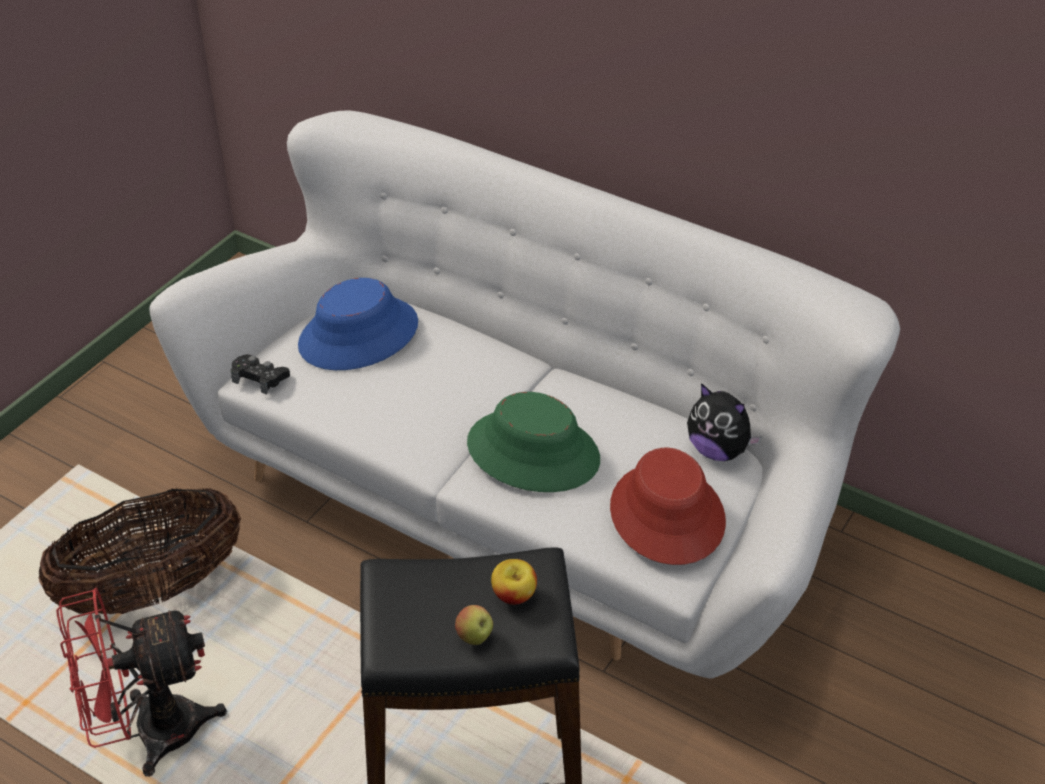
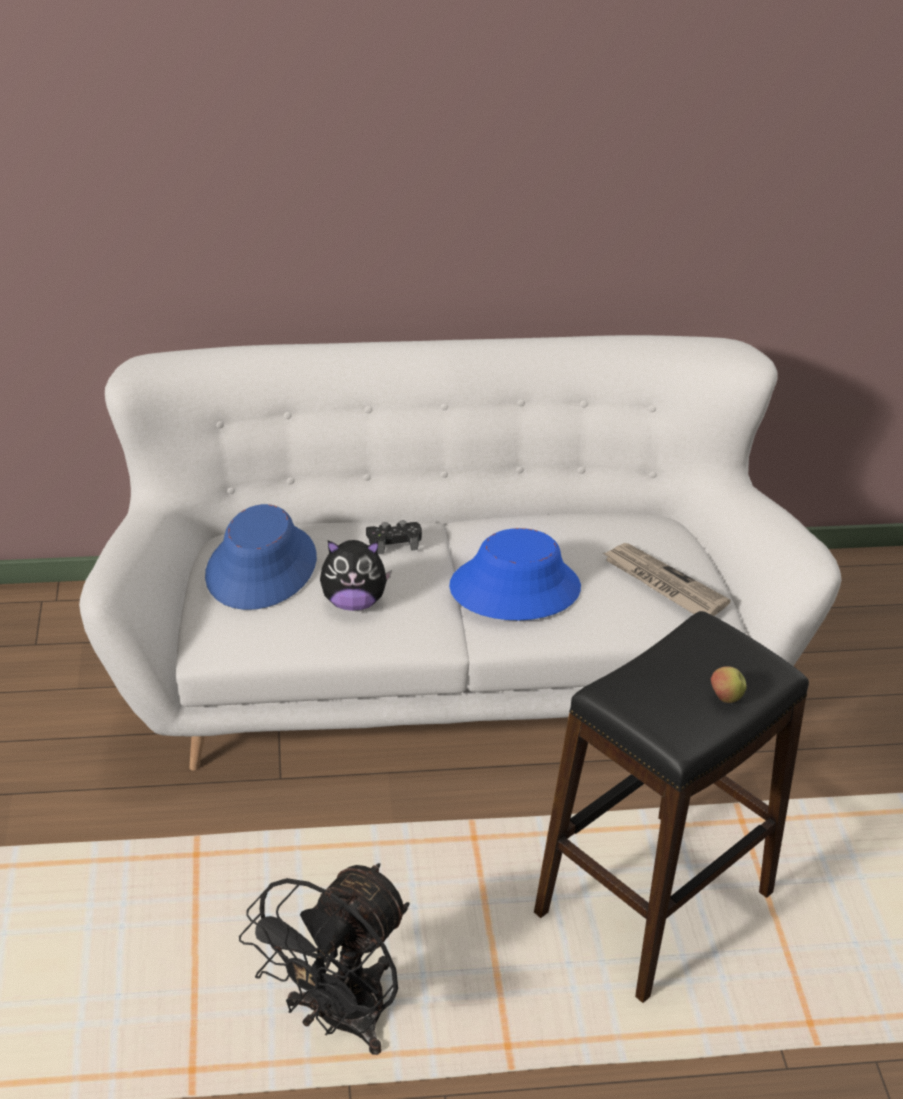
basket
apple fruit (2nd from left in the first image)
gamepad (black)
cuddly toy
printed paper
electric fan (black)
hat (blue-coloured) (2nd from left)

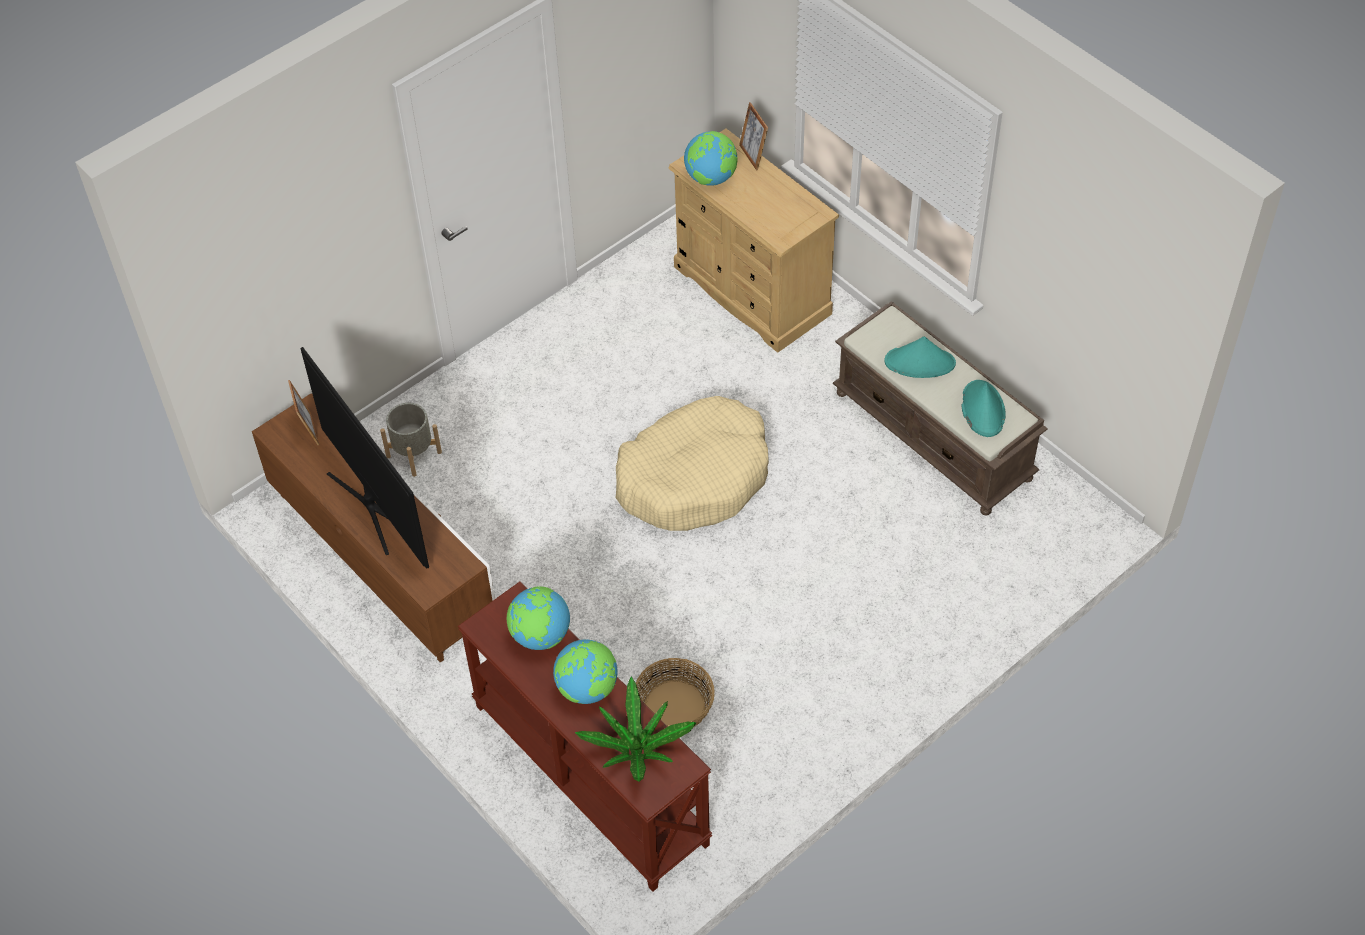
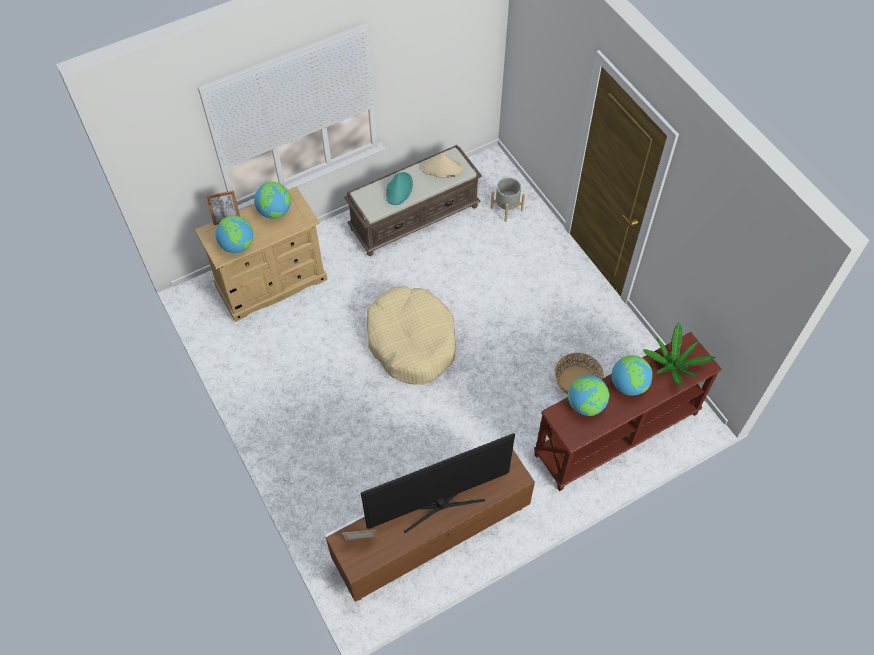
globe (2nd from left)
plant pot (greyish)
hat (sand-coloured)

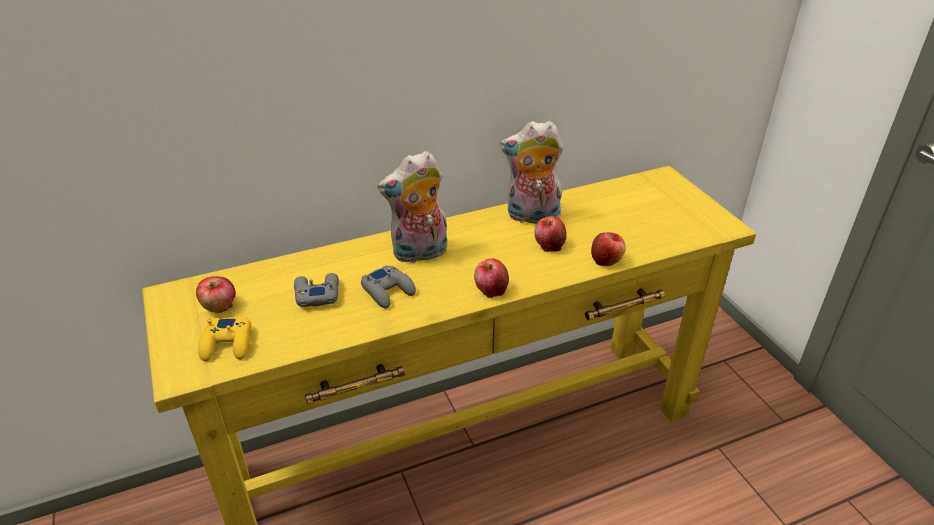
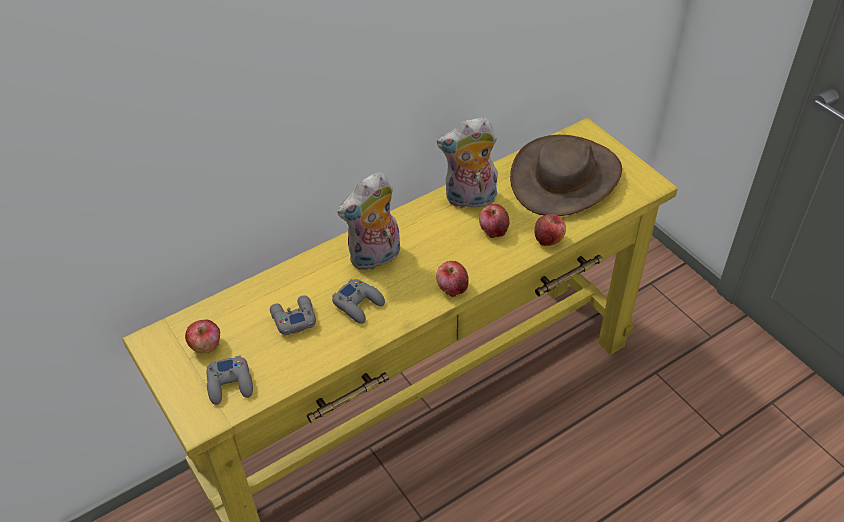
hat (brownish)
gamepad (greyish) (1st from left)

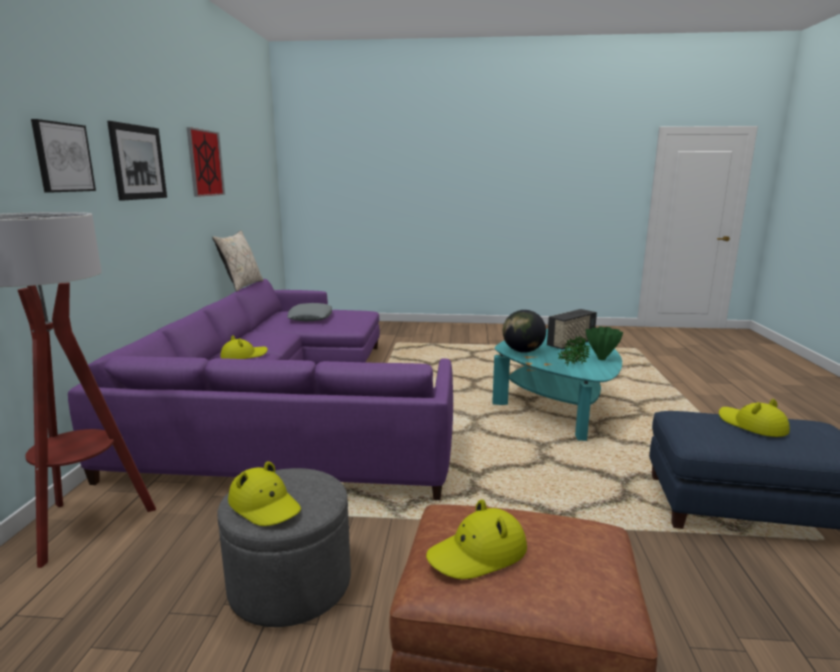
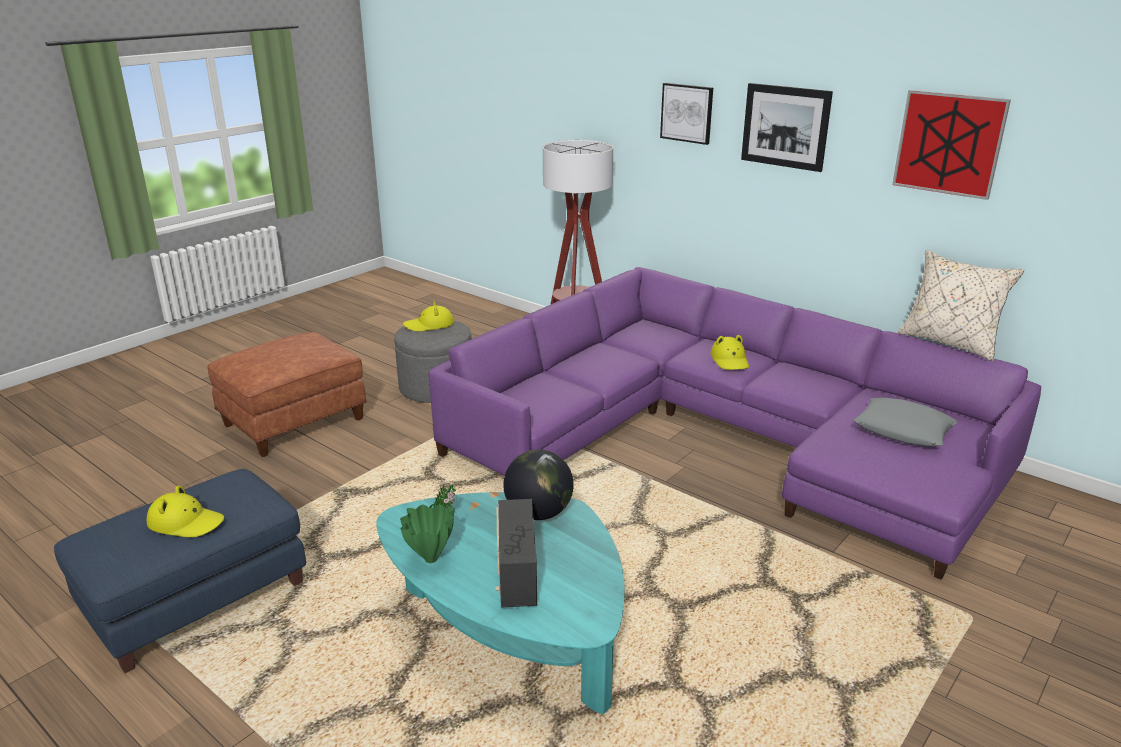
hat (yellow-coloured) (3rd from left in the first image)

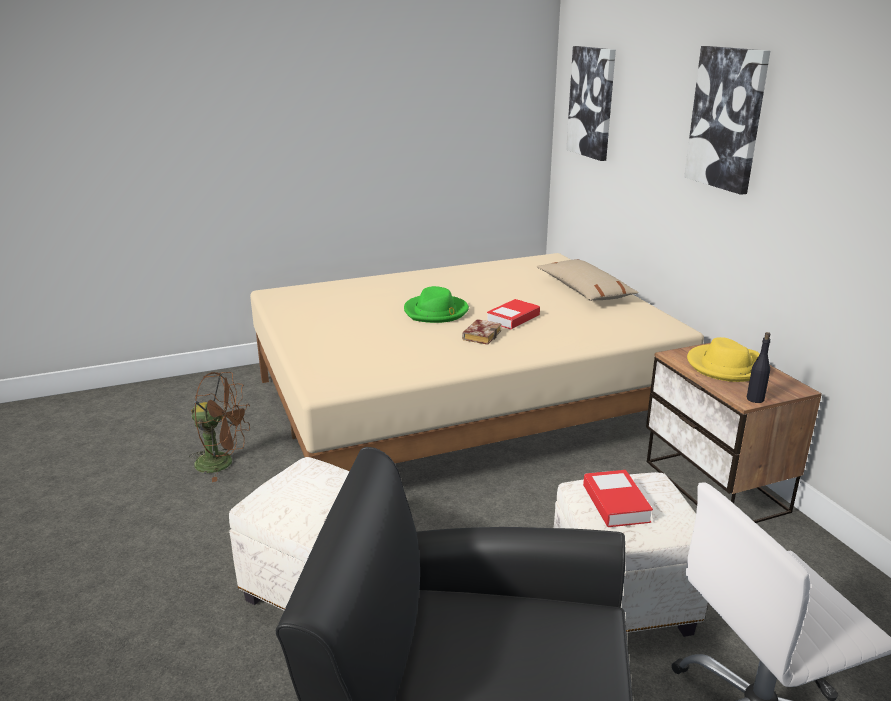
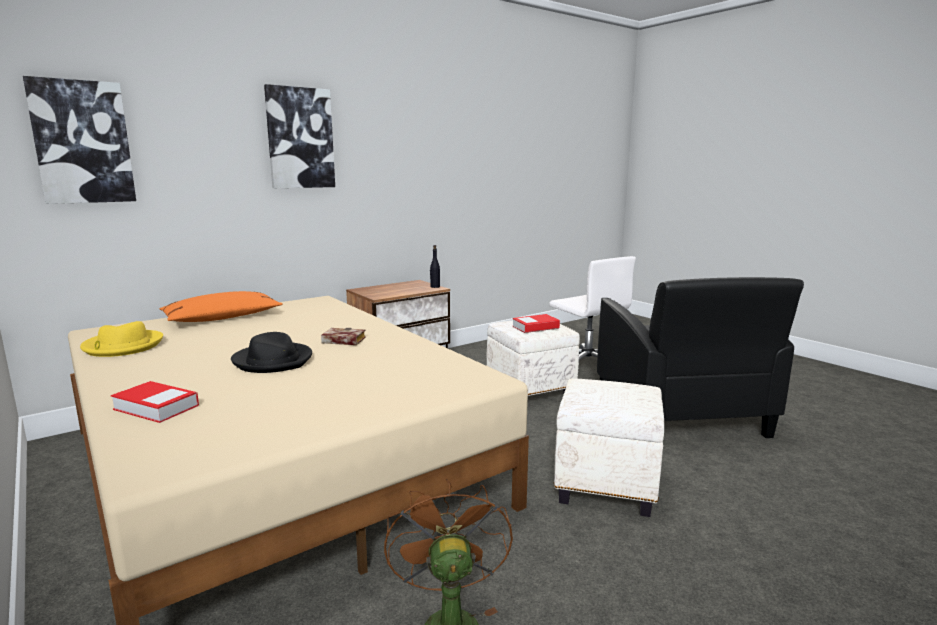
bound book (1st from left)
hat (yellow-coloured)
hat (black)
throw pillow (orange)

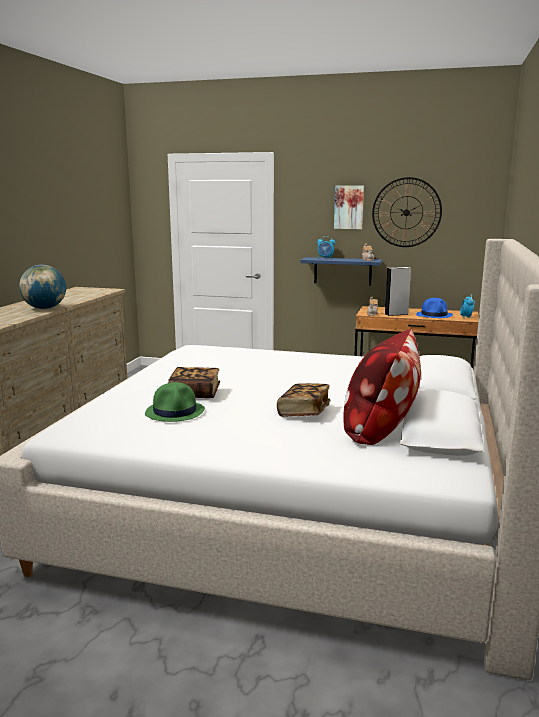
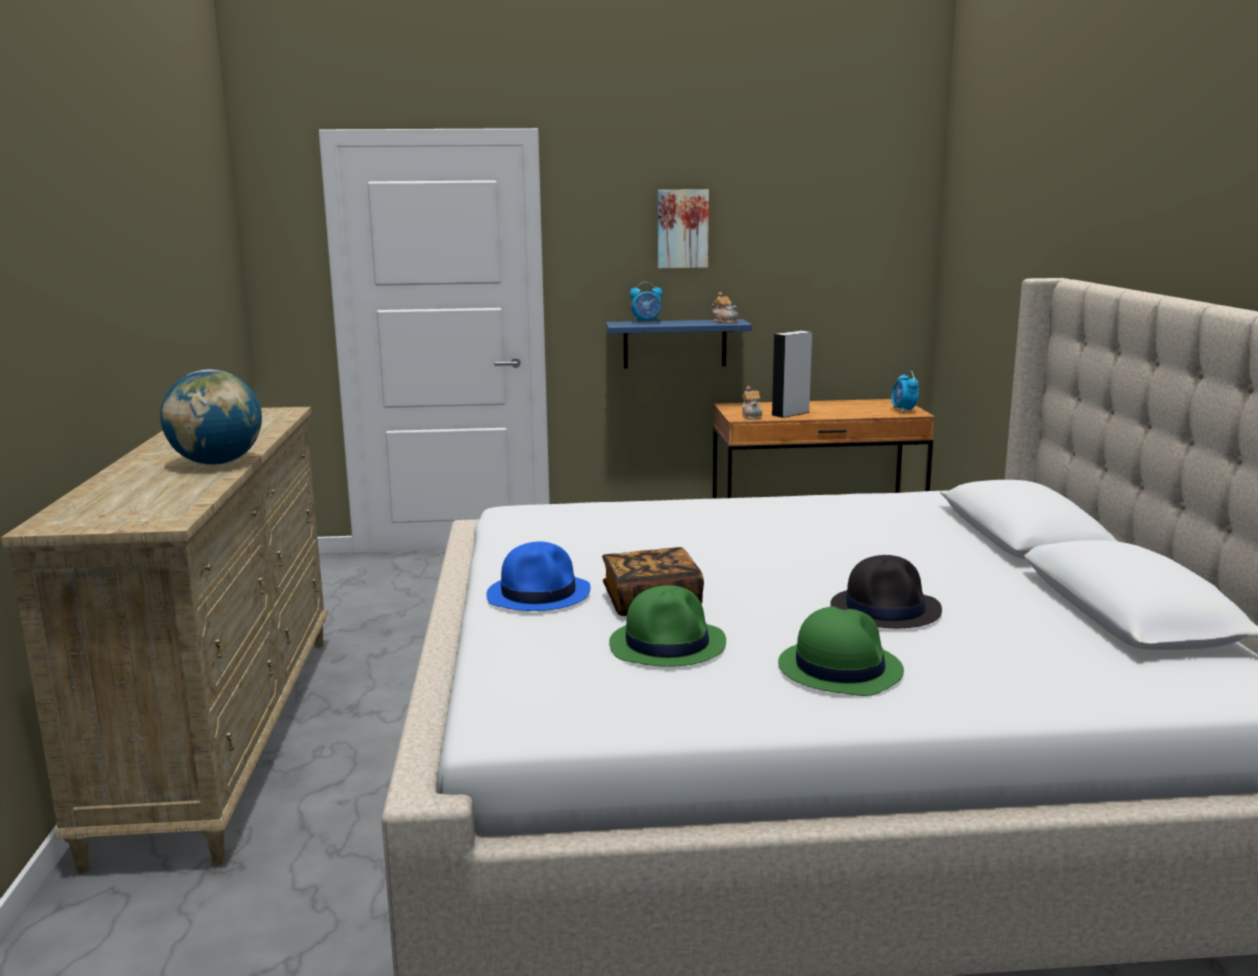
throw pillow
hanging clock
hat (green) (2nd from left)
hat (blue-coloured)
hat (black)

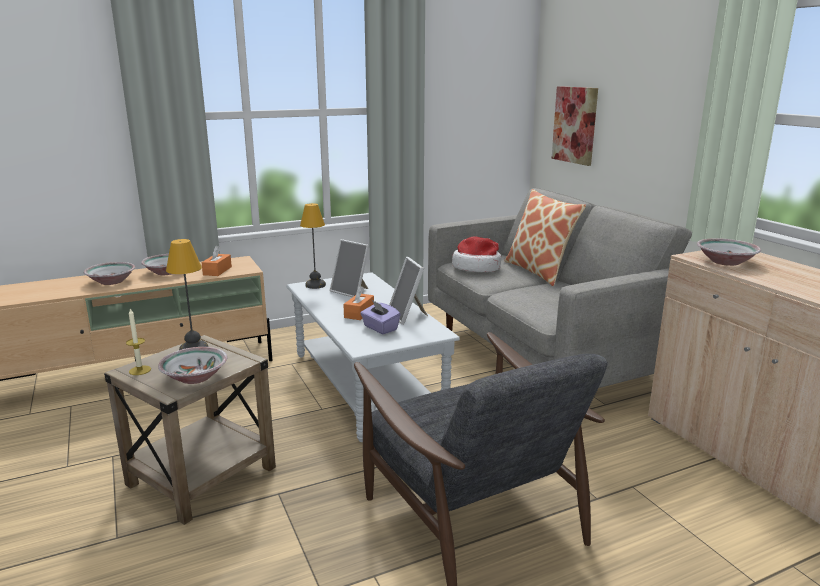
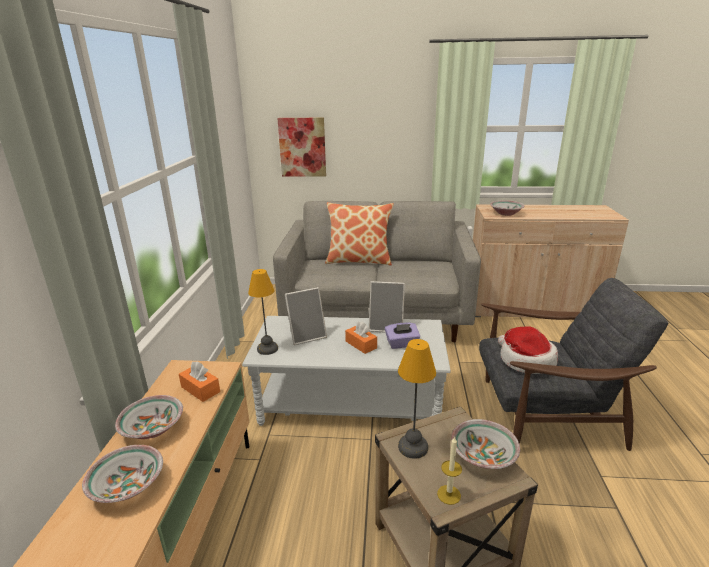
hat

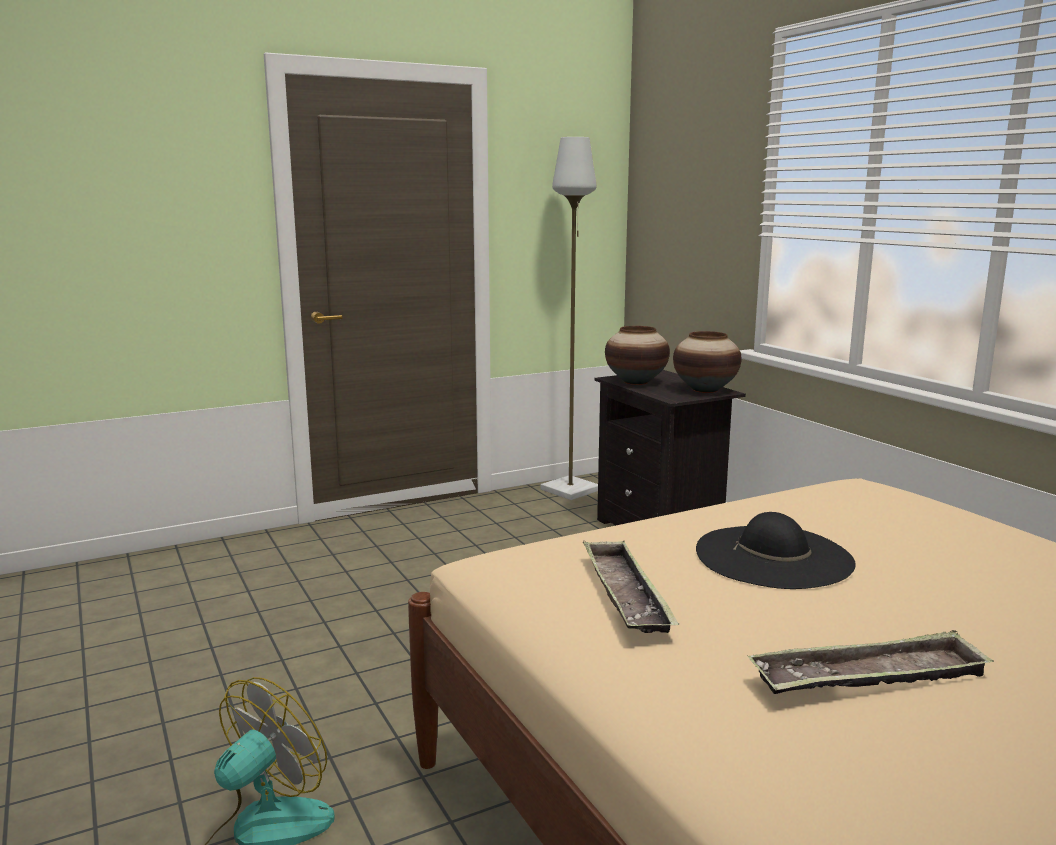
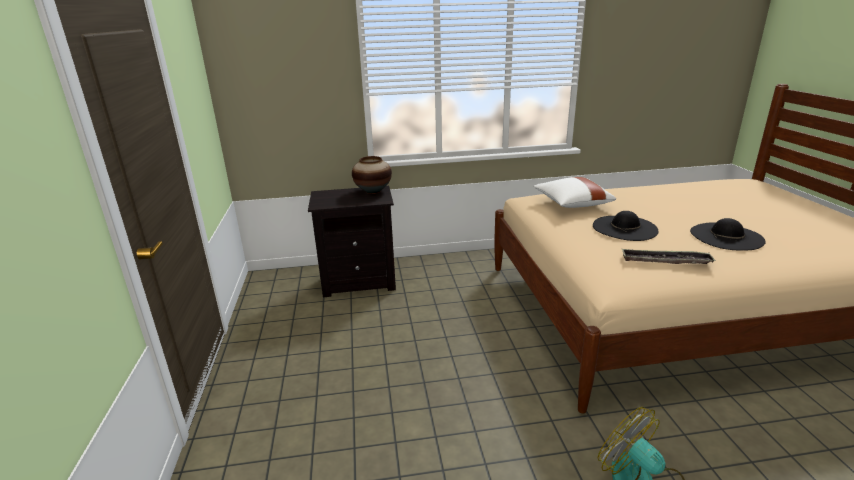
standing lamp (greyish)
decorative vase (1st from left in the first image)
throw pillow (whitish)
hat (black) (2nd from left)

